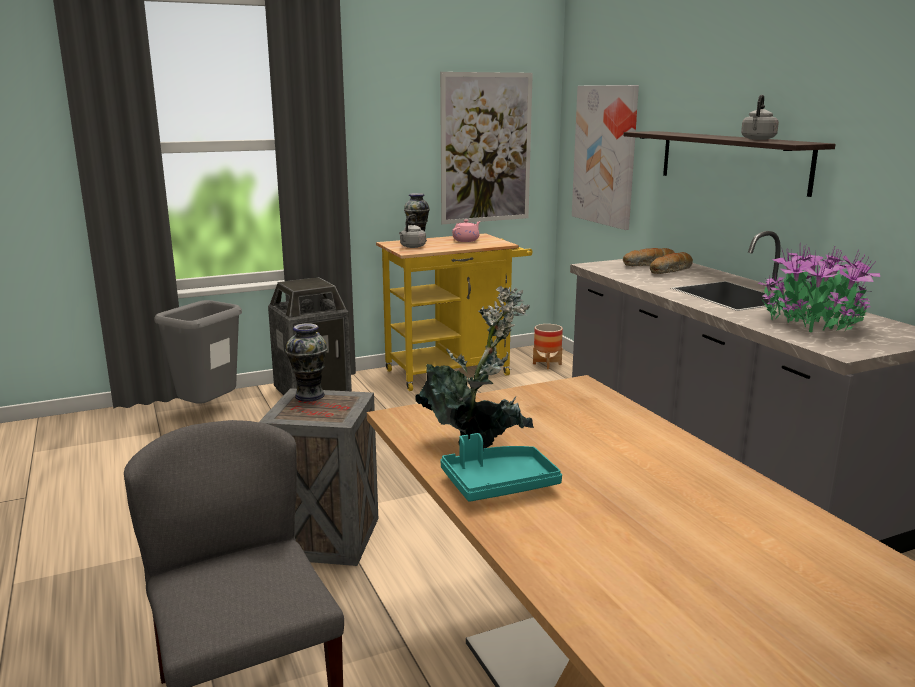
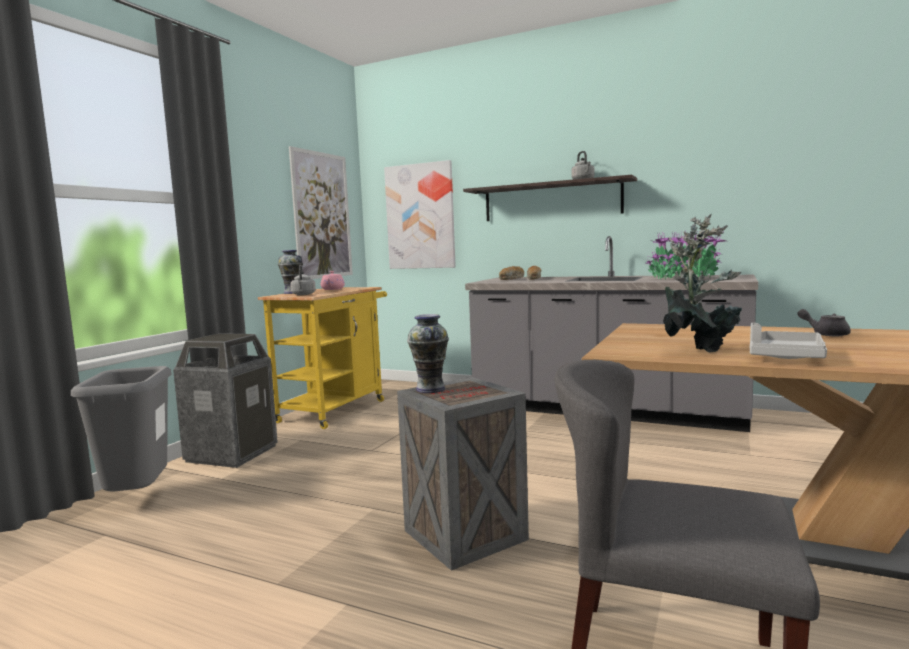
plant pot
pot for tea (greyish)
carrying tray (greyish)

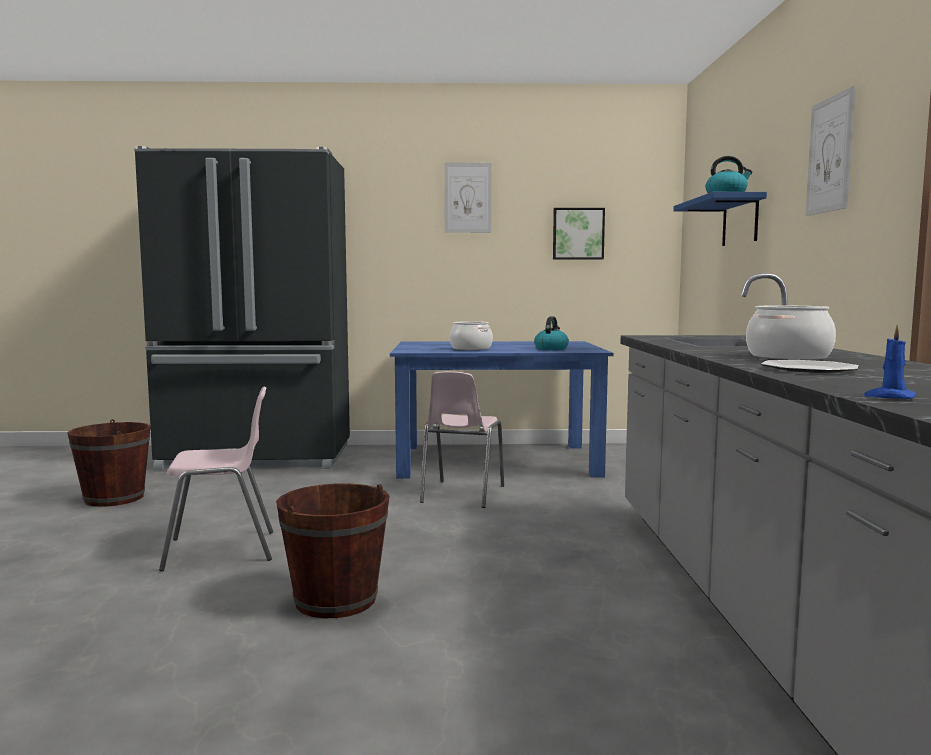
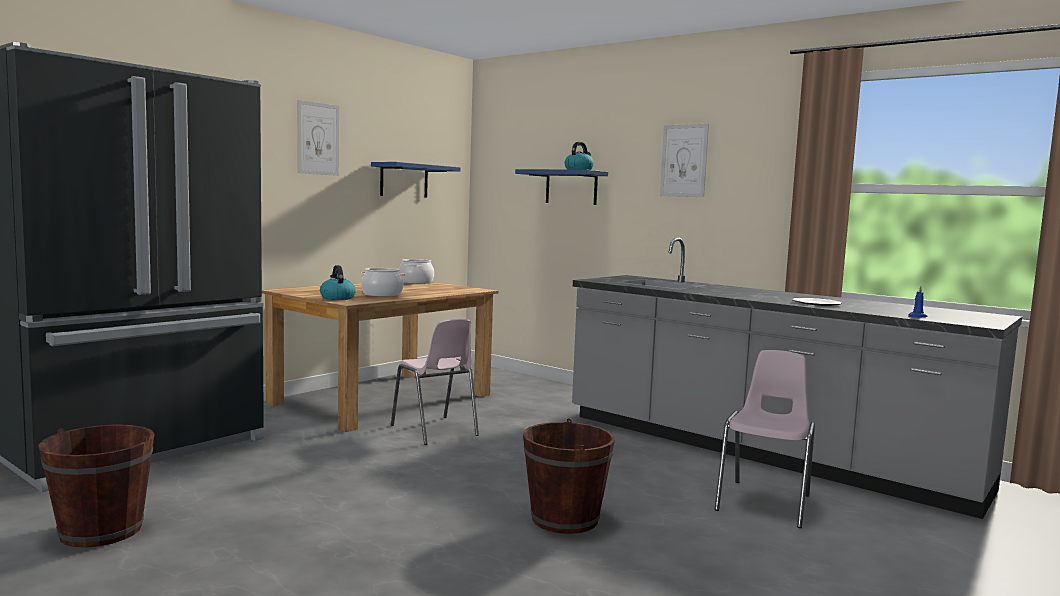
chair (pink-coloured) (2nd from left)
kettle (1st from left)
stockpot (2nd from left)
wall shelf (blue-coloured) (1st from left)
dinner table (brownish)

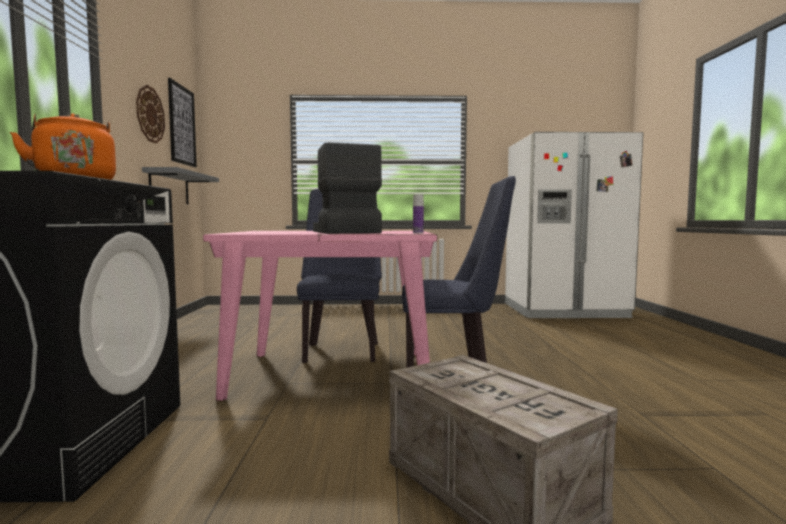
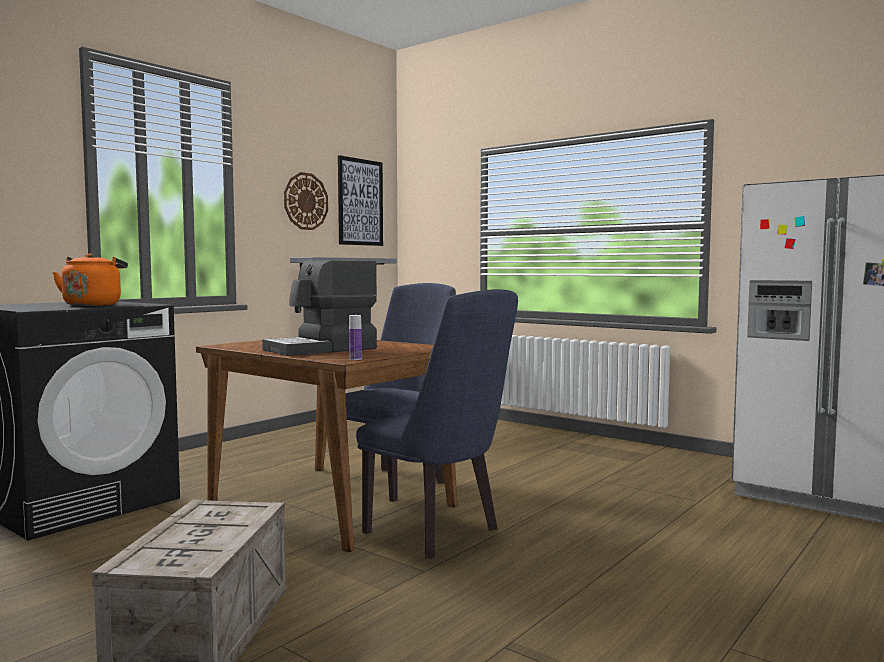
dinner table (brownish)
coffee brewer

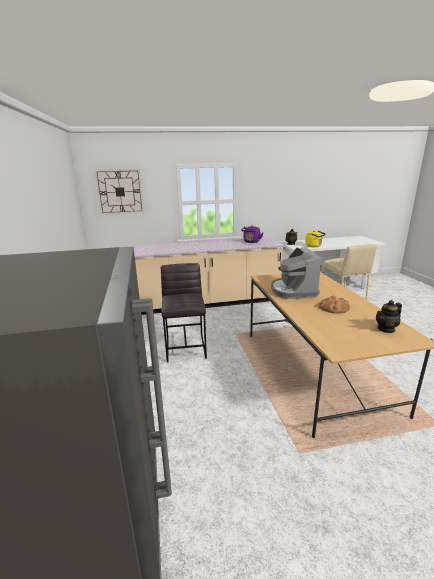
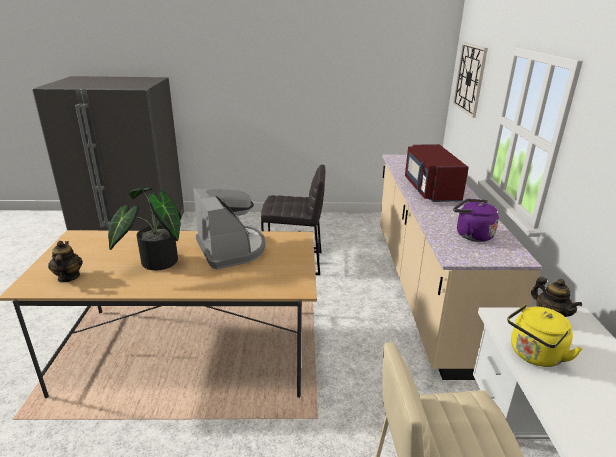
microwave oven (red-coloured)
houseplant
coffee brewer

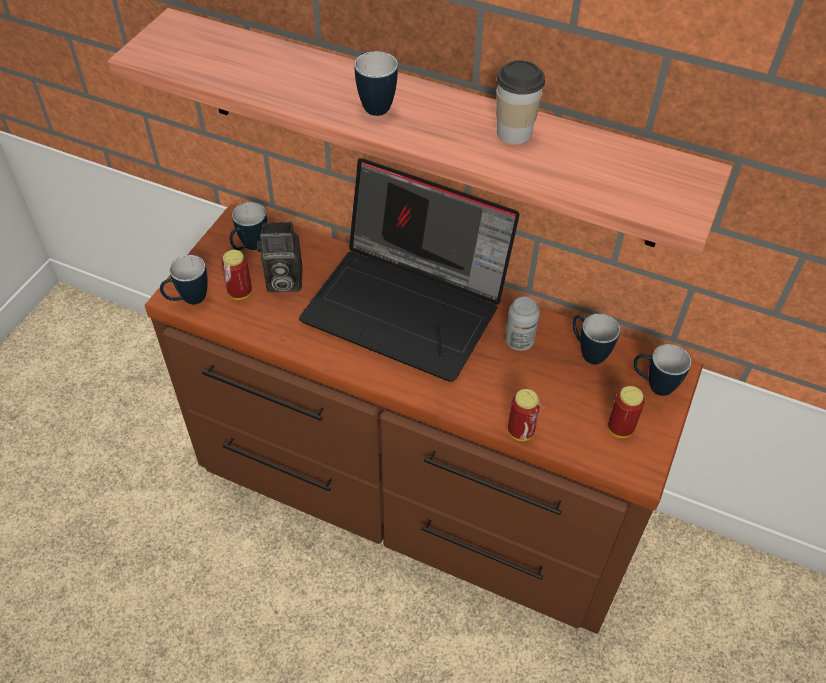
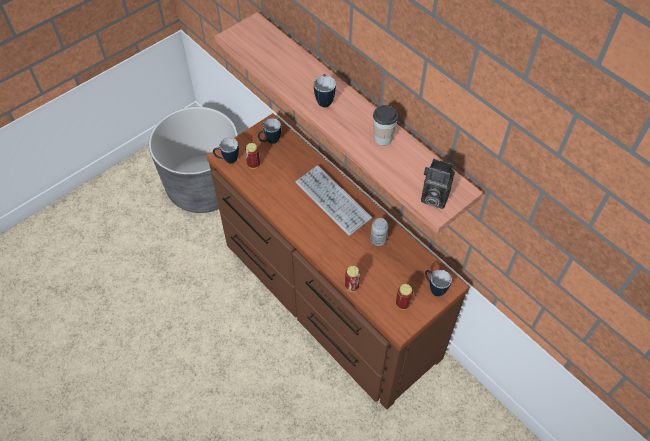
coffee mug (4th from left in the first image)
plant pot (greyish)
still camera
computer keyboard

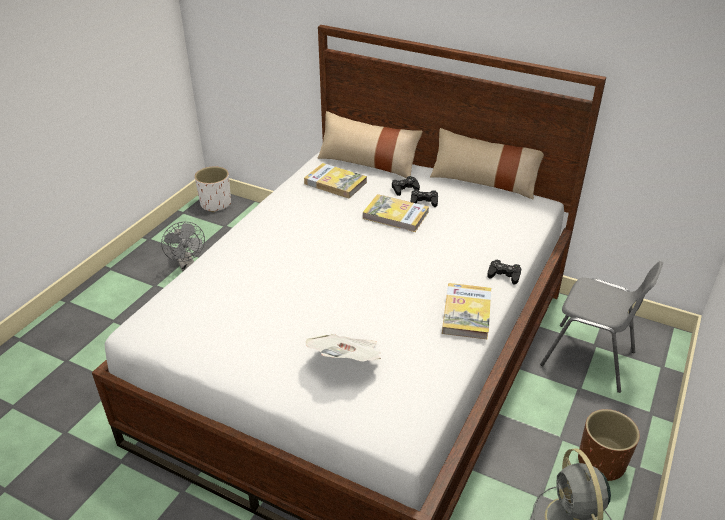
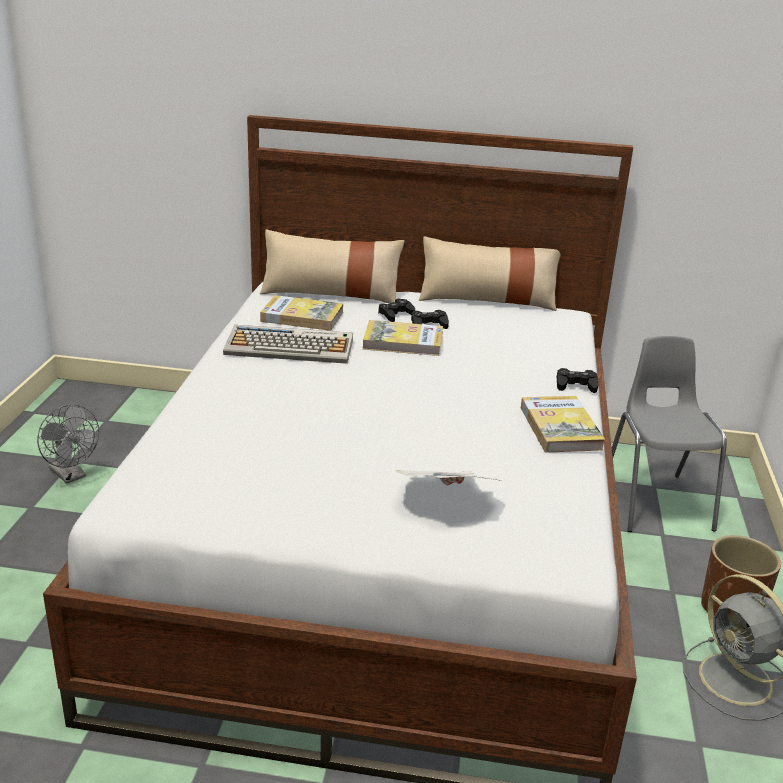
plant pot (whitish)
computer keyboard
chair (greyish)

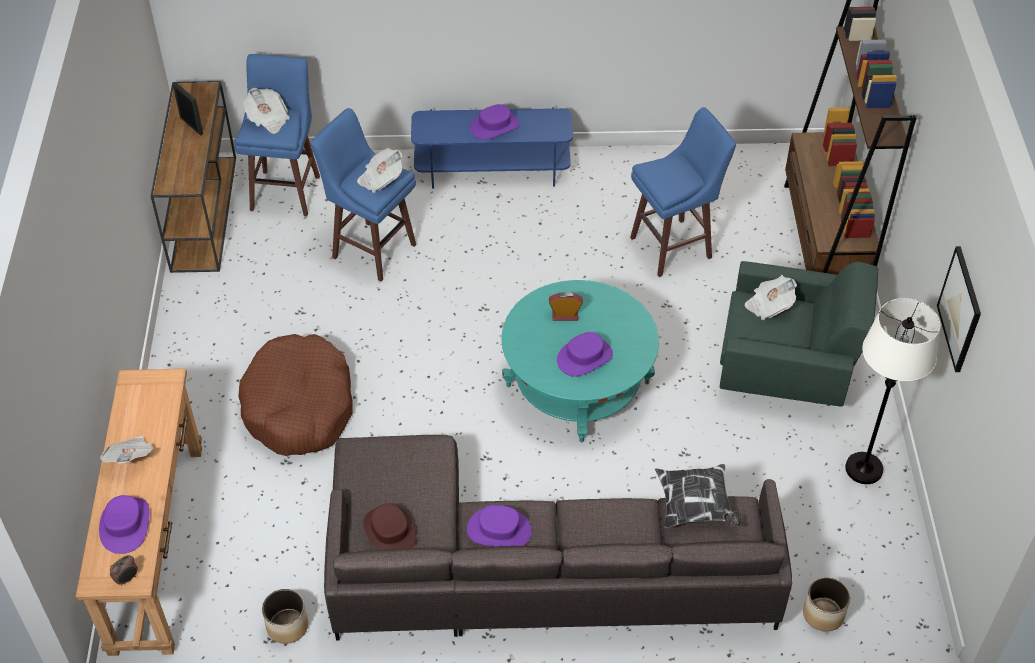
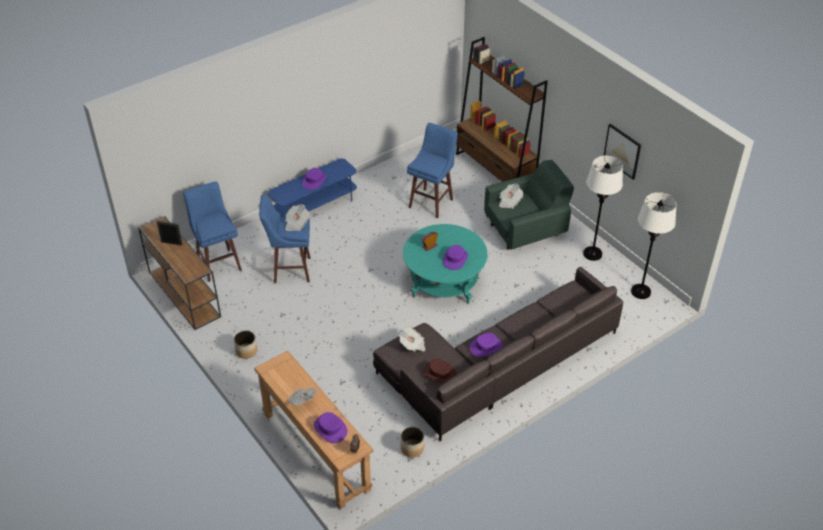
dog cushion (brownish)
throw pillow
standing lamp (whitish) (2nd from left)
printed paper (3rd from left)
plant pot (1st from left)

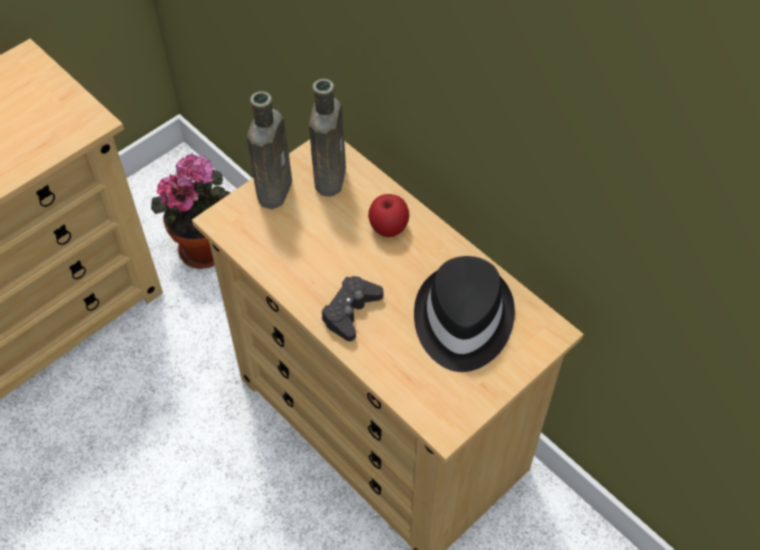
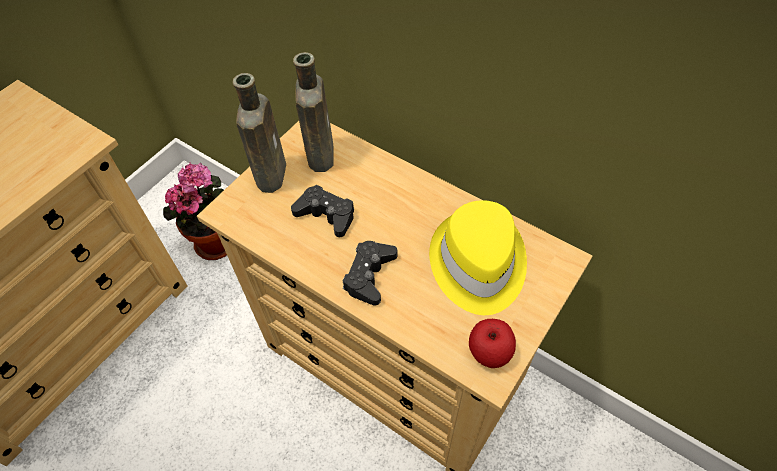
gamepad (black) (1st from left)
apple fruit
hat (yellow-coloured)

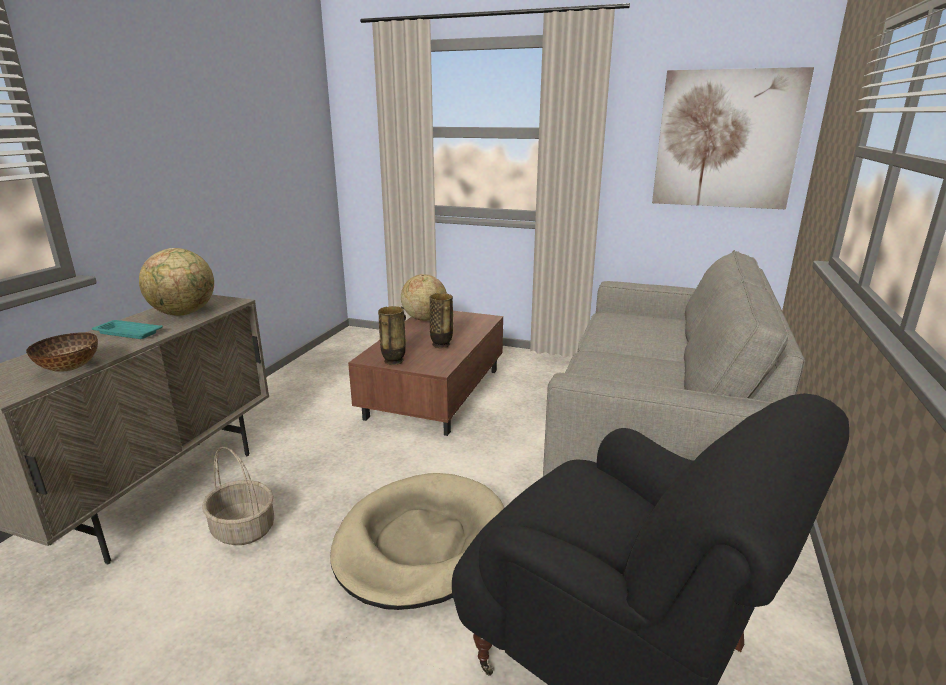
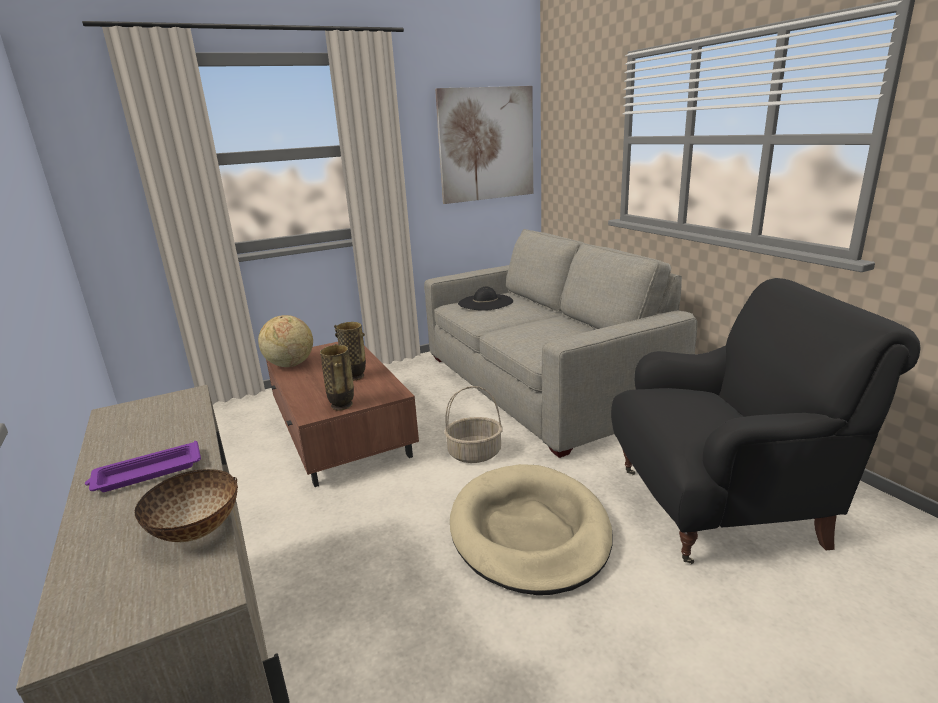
globe (1st from left in the first image)
hat (black)
basket
carrying tray (purplish)

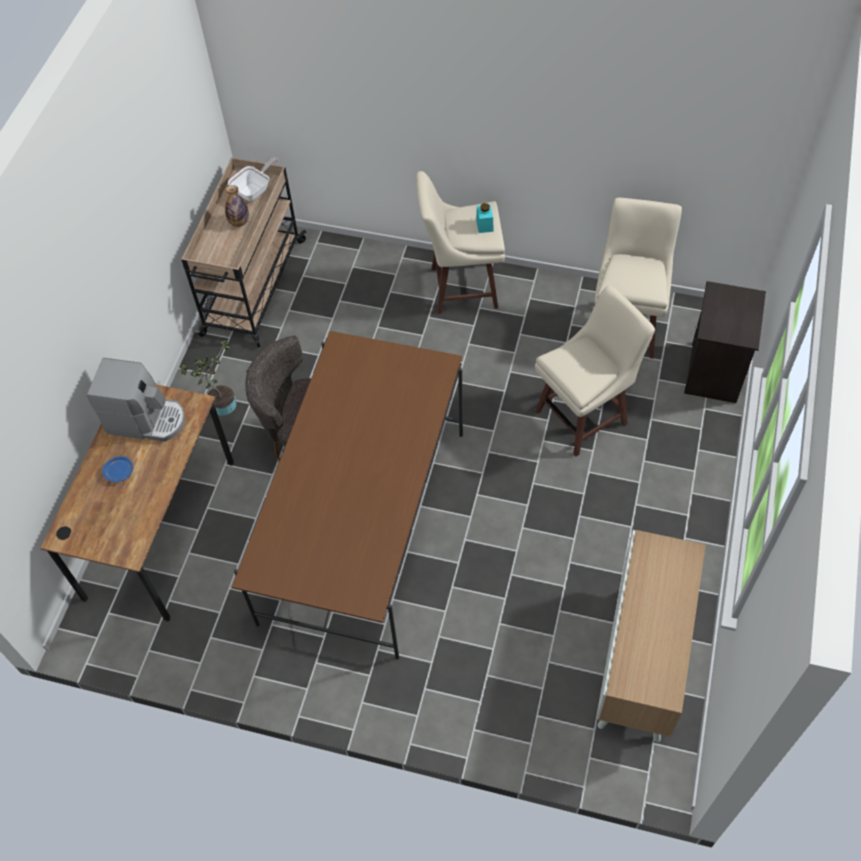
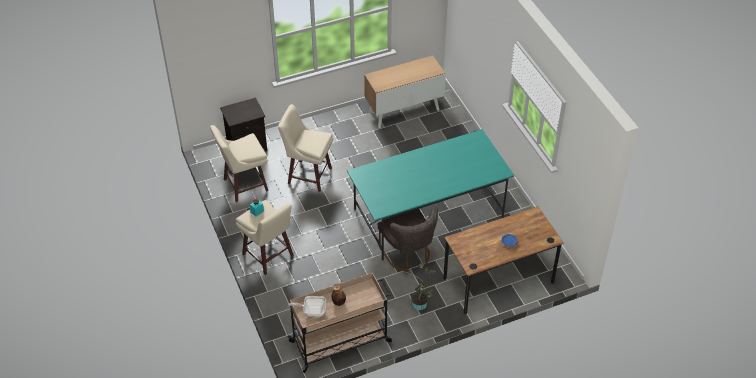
coffee brewer
dinner table (turquoise-coloured)

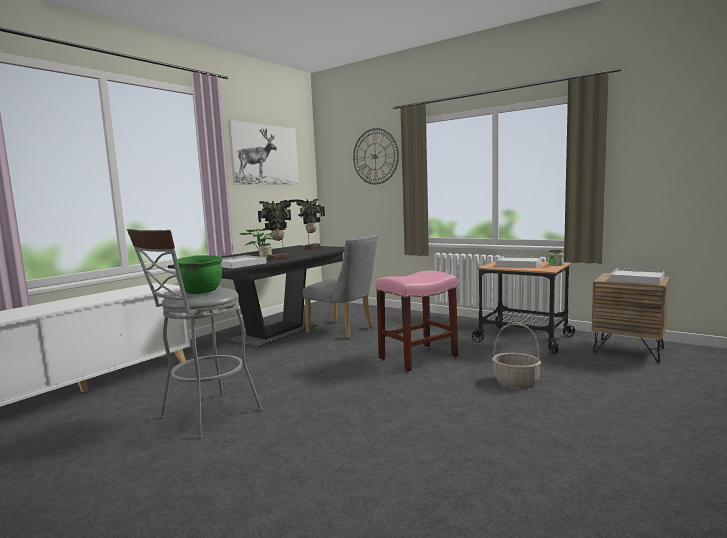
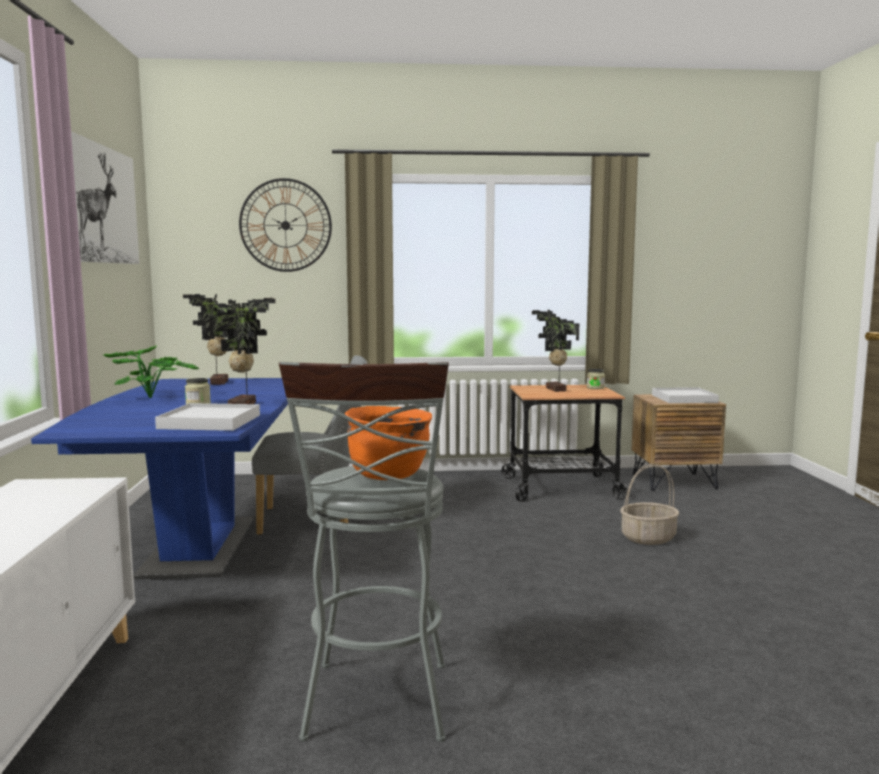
stool seat (pink-coloured)
houseplant (4th from left)
dinner table (blue-coloured)
stockpot (orange)

